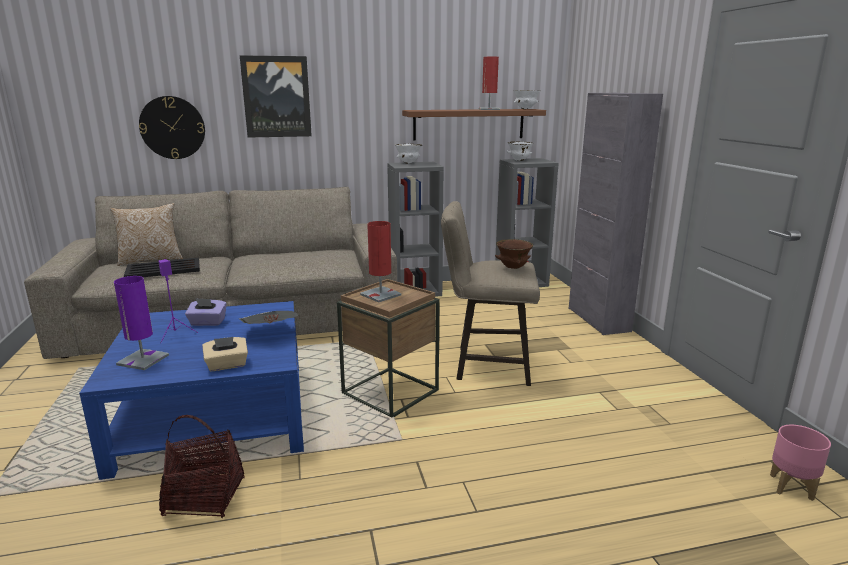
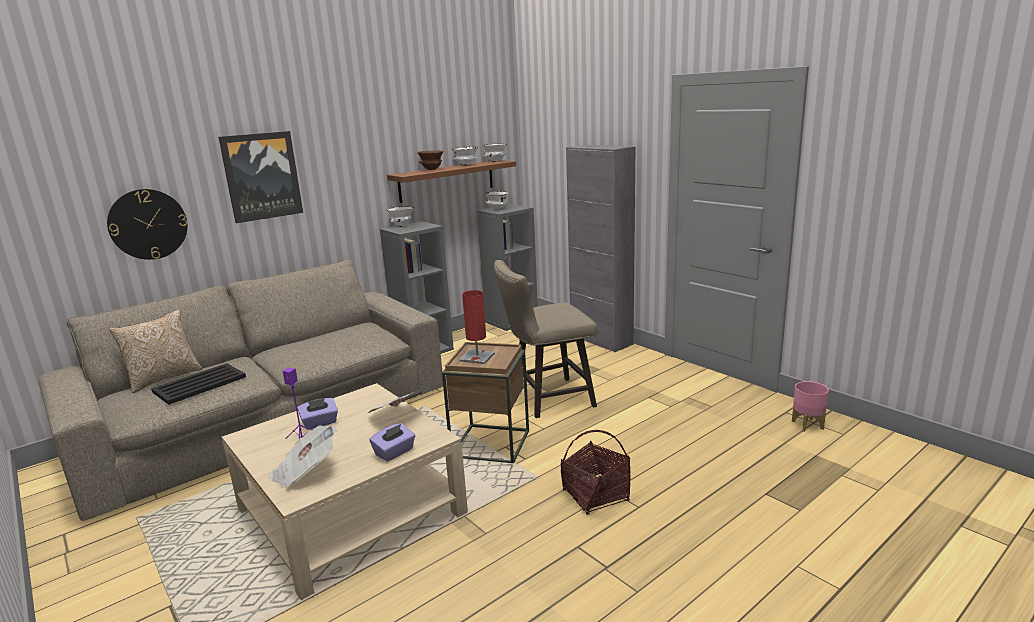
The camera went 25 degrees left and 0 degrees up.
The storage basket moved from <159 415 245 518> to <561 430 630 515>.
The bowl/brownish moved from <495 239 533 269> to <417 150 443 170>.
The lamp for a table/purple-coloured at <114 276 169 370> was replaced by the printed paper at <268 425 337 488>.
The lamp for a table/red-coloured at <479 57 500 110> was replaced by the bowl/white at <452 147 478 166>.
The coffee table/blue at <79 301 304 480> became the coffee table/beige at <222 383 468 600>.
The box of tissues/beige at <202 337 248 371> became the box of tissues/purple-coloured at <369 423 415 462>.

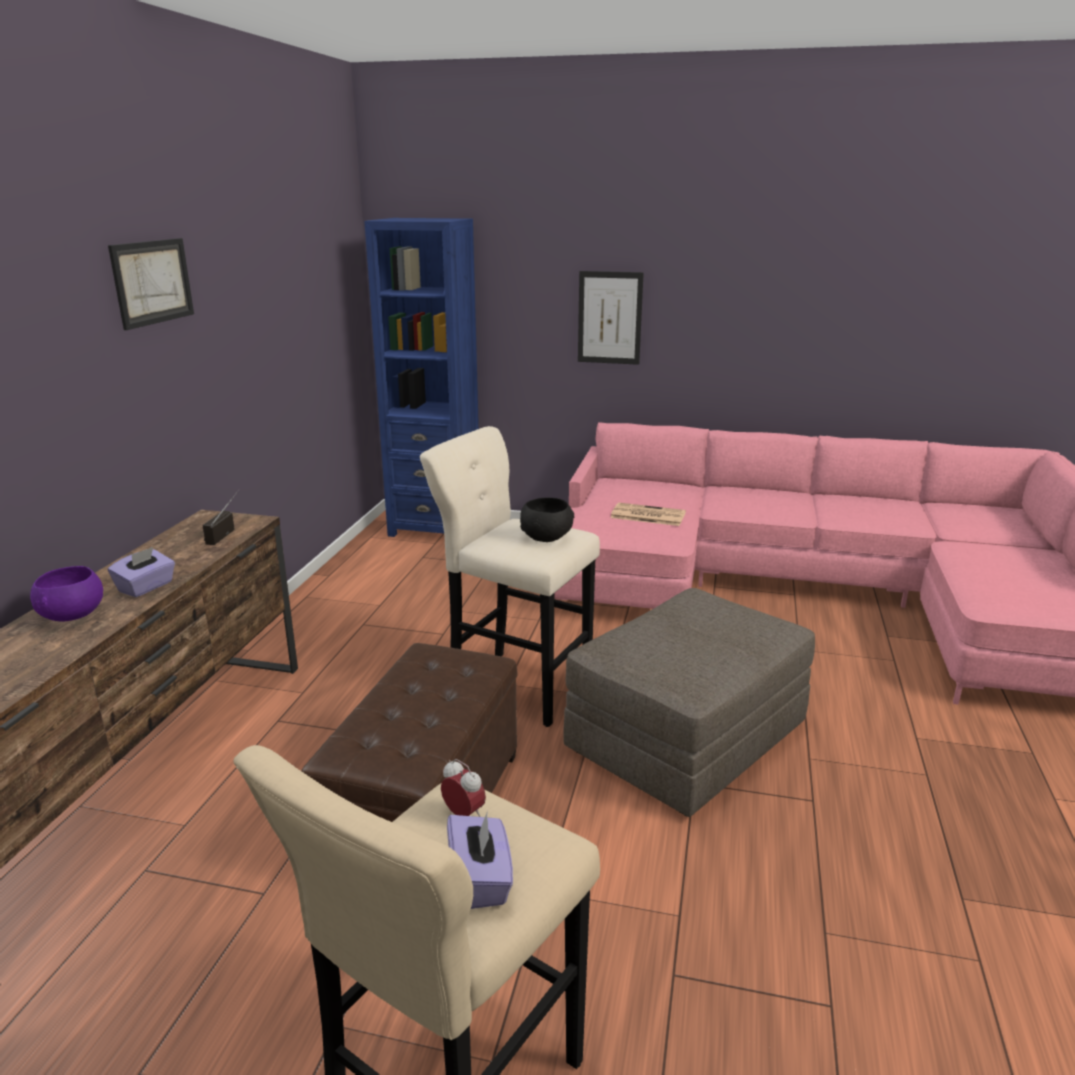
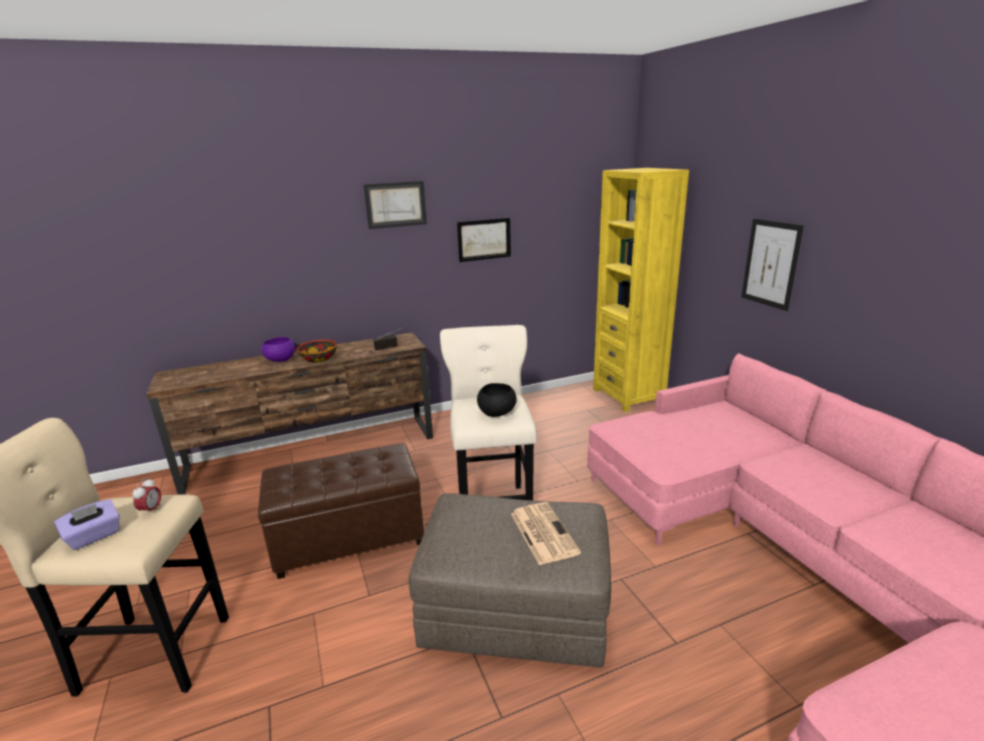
The camera went 55 degrees right and 0 degrees up.
The wall art at <457 218 511 262> appeared.
The printed paper moved from <610 503 686 526> to <511 502 581 565>.
The box of tissues/purple-coloured at <108 547 175 597> was replaced by the bowl at <297 340 337 363>.
The bookshelf/blue at <364 218 479 537> became the bookshelf/yellow at <593 168 689 412>.

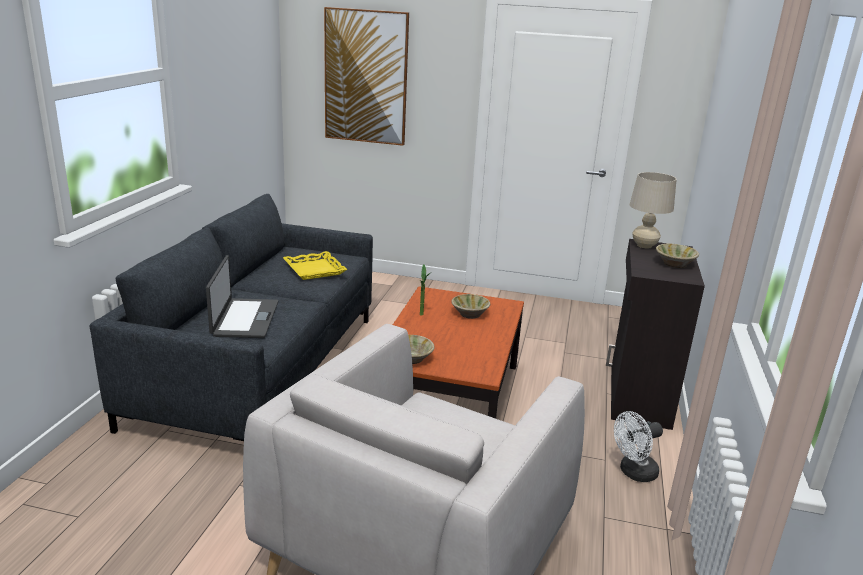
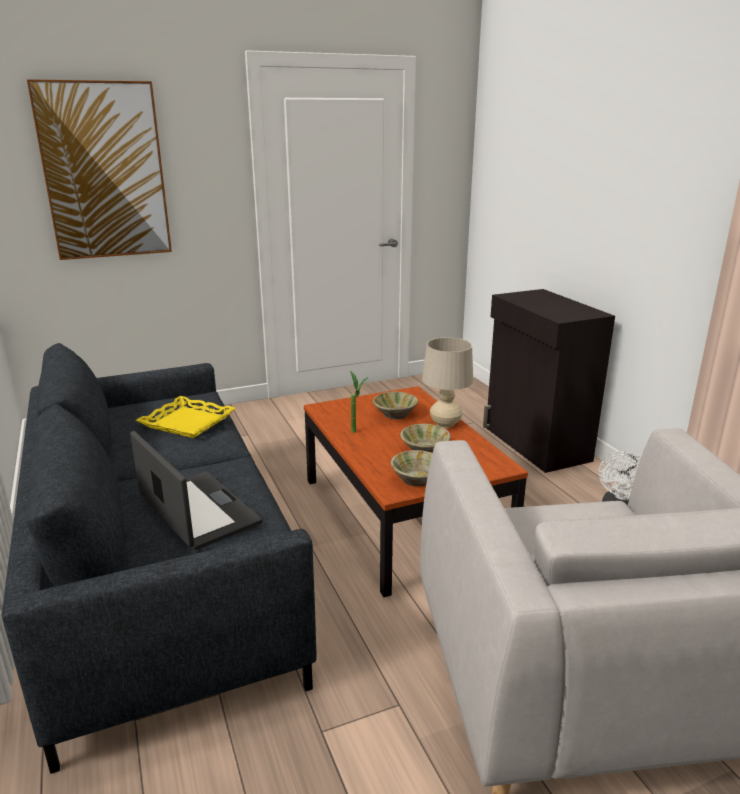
The camera went 35 degrees left and 0 degrees up.
The lamp for a table/beige moved from <630 172 677 249> to <422 337 473 428>.
The bowl/beige moved from <656 244 699 268> to <400 424 451 453>.

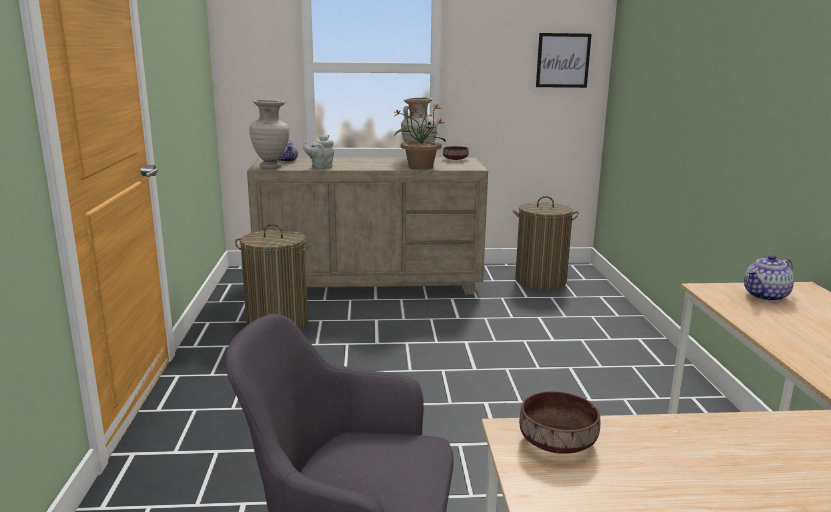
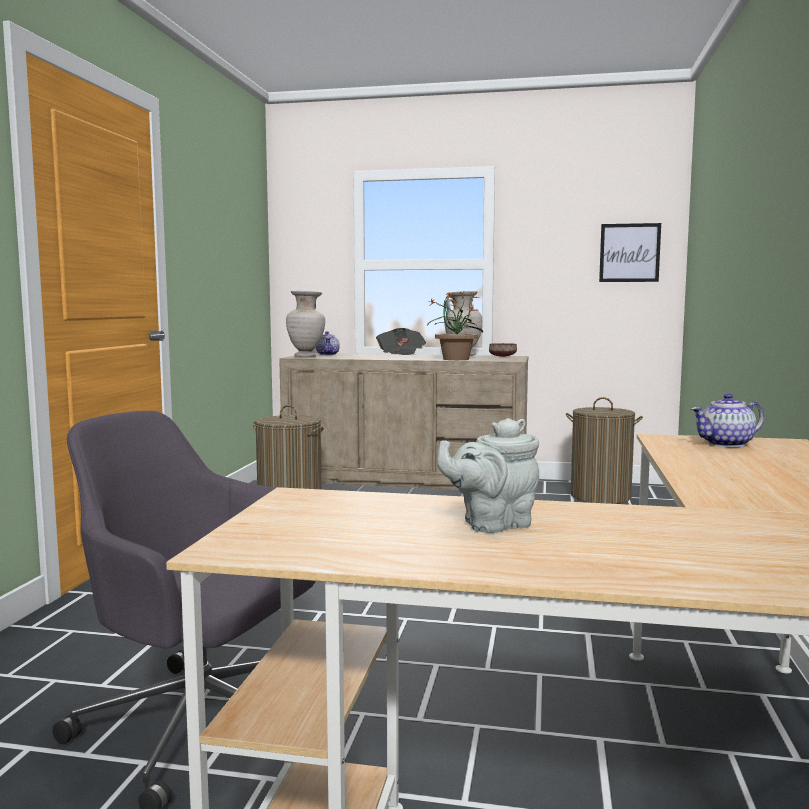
The camera went 15 degrees right and 10 degrees down.
The bowl/brownish at <519 391 600 454> disappeared.
The printed paper at <376 328 426 355> appeared.
The teapot/gray moved from <303 135 334 169> to <437 418 539 533>.

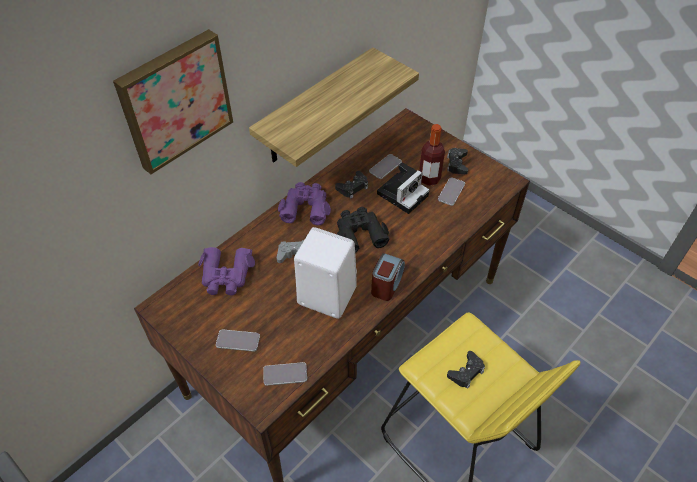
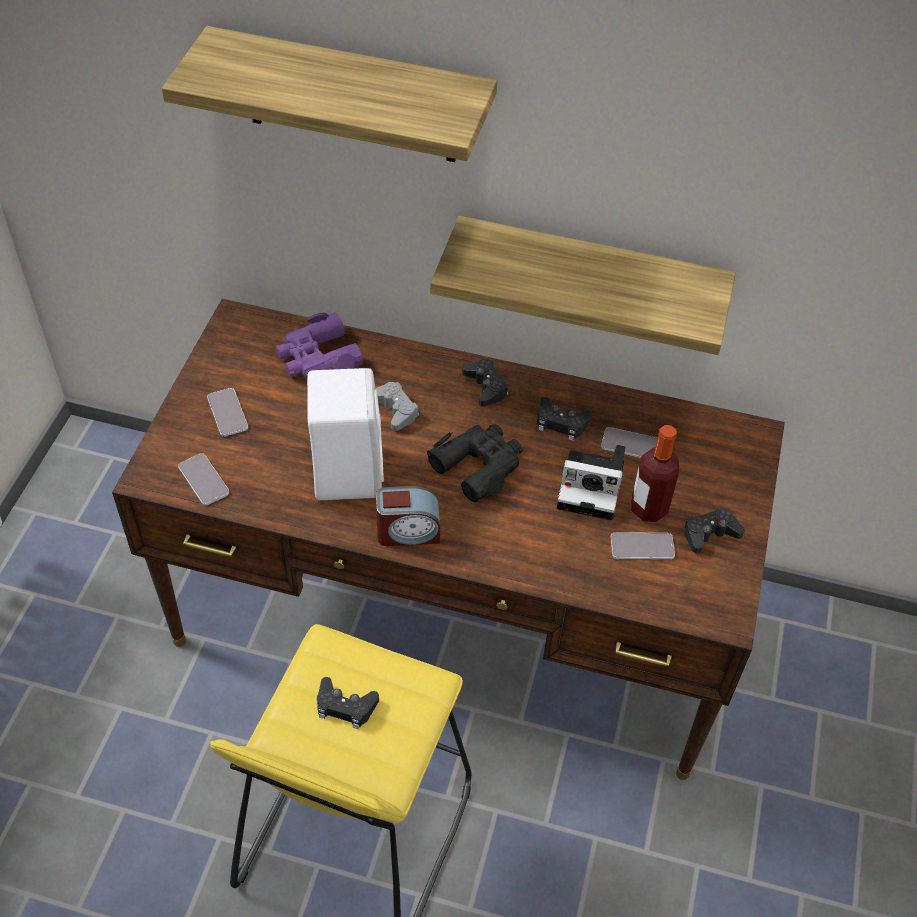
The camera went 60 degrees right and 0 degrees up.
The wall art at <113 29 233 174> was replaced by the bracket shelf at <162 26 497 162>.
The field glasses/purple-coloured at <278 182 331 225> was replaced by the gamepad/blackish at <462 359 508 407>.

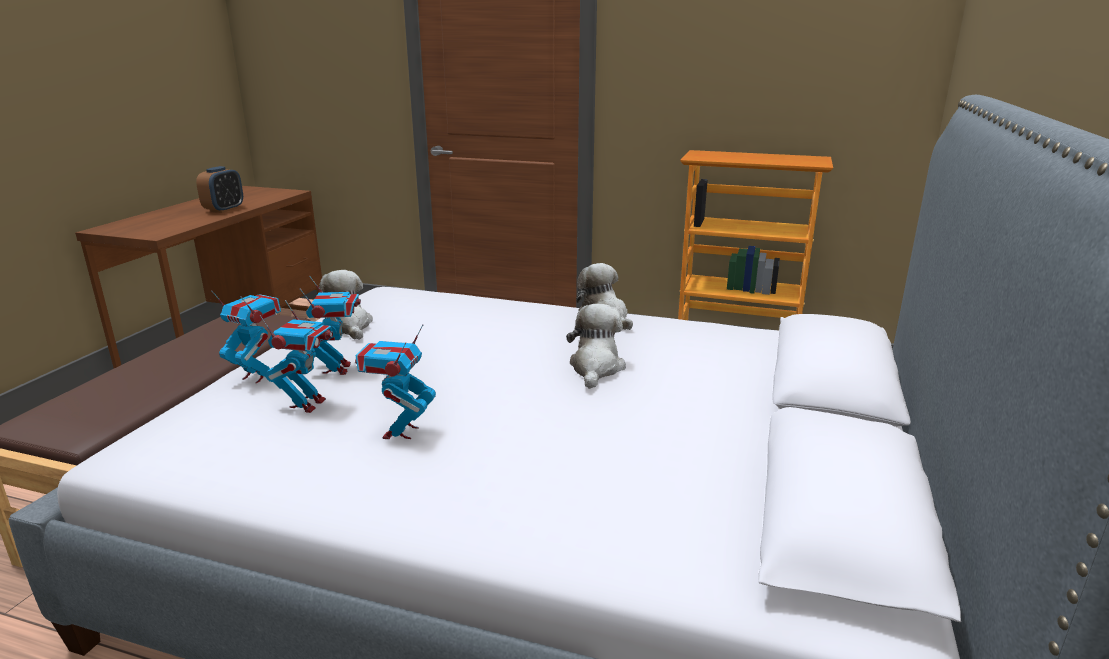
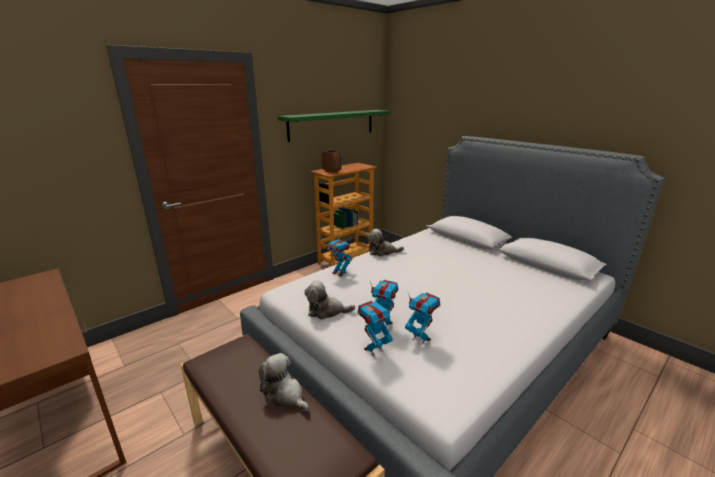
The camera went 60 degrees left and 0 degrees up.
The bracket shelf/green-coloured at <278 110 391 142> appeared.
The bedside clock moved from <196 166 243 213> to <321 149 341 173>.
The model robot moved from <355 324 436 439> to <326 232 352 277>.
The cuddly toy moved from <566 304 626 389> to <259 353 309 411>.

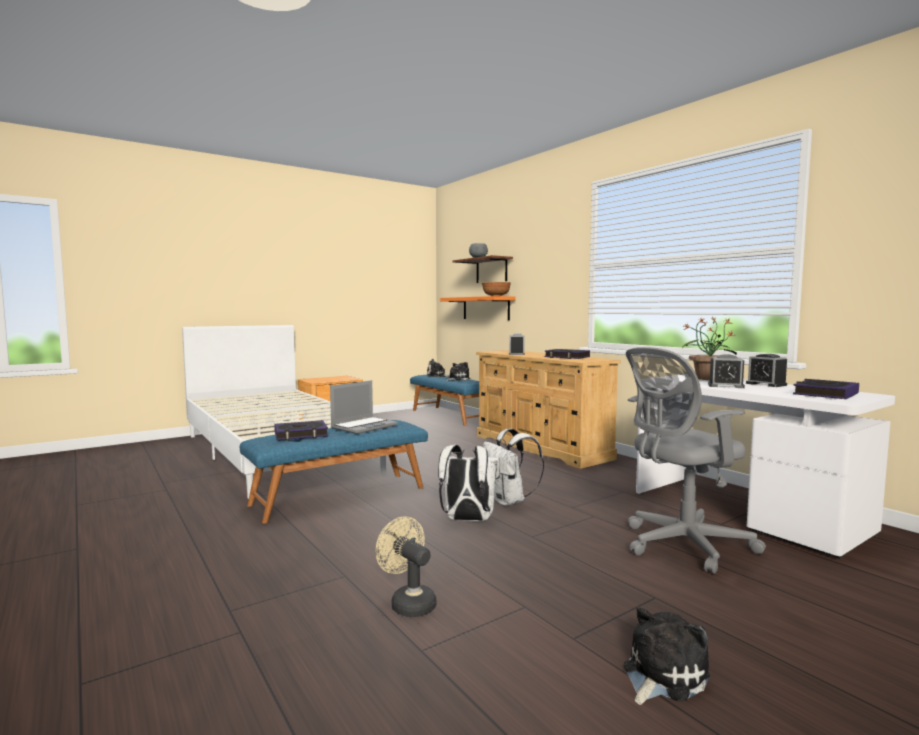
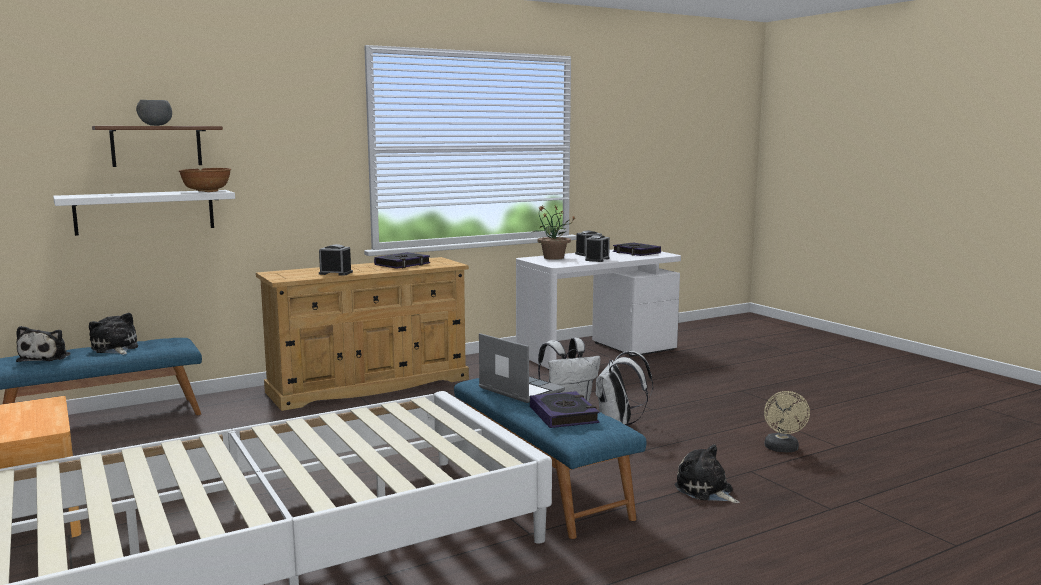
The camera went 85 degrees left and 5 degrees up.
The computer chair/gray at <626 347 766 574> disappeared.
The cuddly toy moved from <624 607 710 705> to <675 445 739 503>.
The bracket shelf/orange-coloured at <440 296 516 320> became the bracket shelf/white at <53 190 235 236>.
The fan/beige at <376 516 437 617> turned 45 degrees counterclockwise.

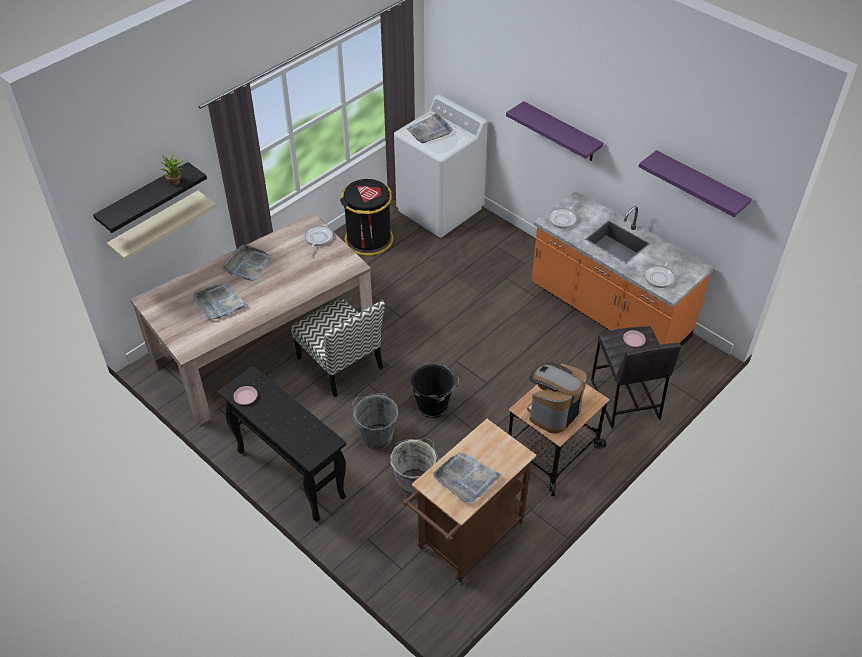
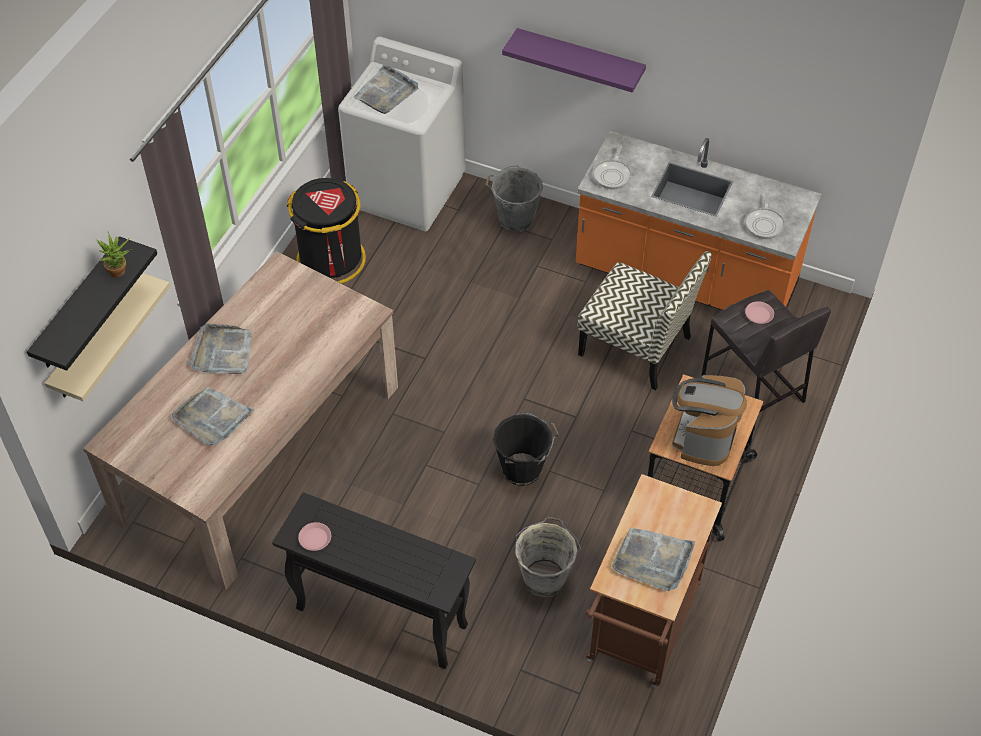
The camera went 20 degrees left and 5 degrees up.
The frying pan at <304 225 333 254> disappeared.
The bracket shelf/purple-coloured at <639 150 752 217> disappeared.
The chair moved from <291 298 385 397> to <578 251 711 390>.
The bucket/gray moved from <351 393 399 450> to <485 165 543 232>.

